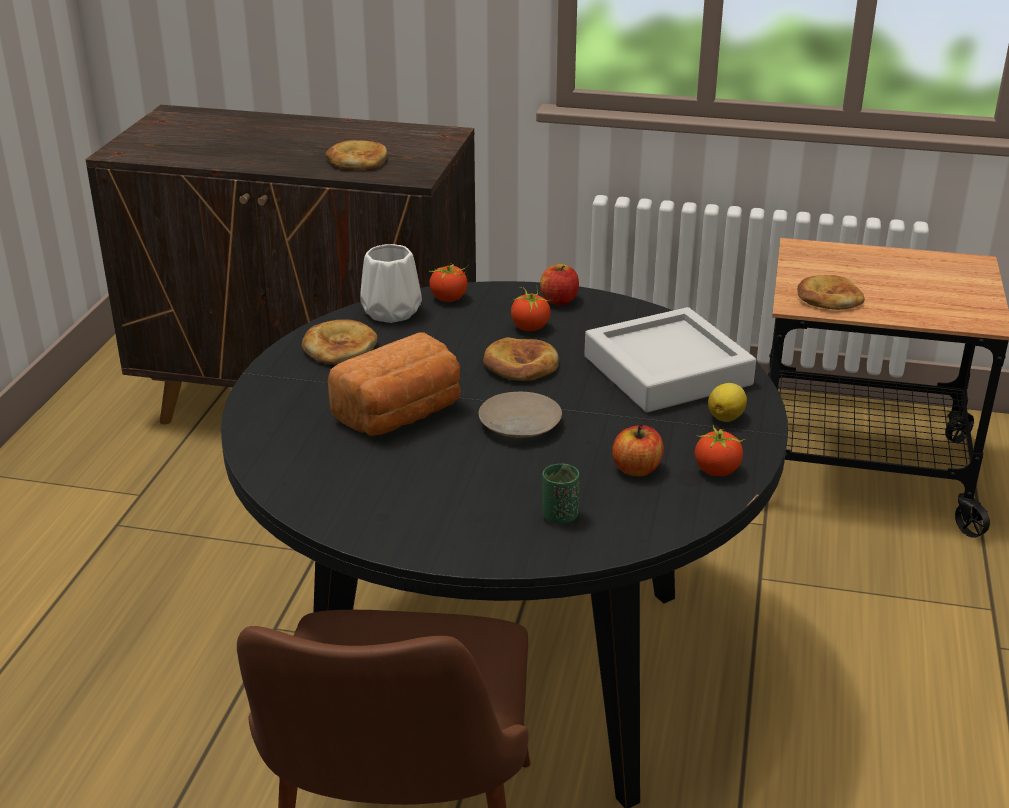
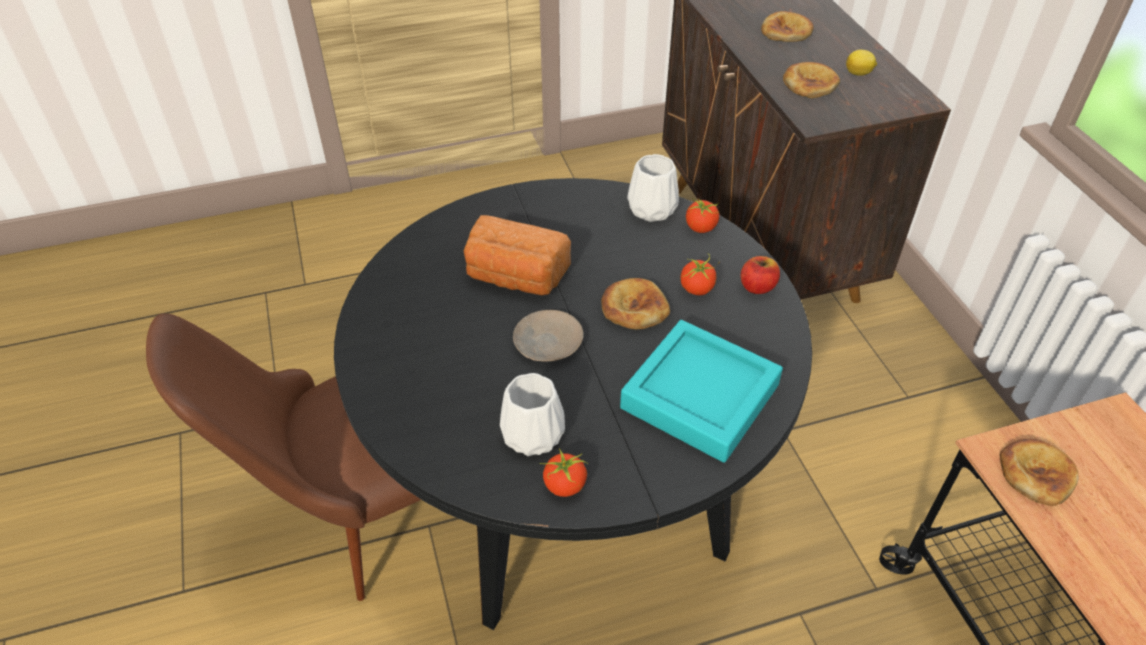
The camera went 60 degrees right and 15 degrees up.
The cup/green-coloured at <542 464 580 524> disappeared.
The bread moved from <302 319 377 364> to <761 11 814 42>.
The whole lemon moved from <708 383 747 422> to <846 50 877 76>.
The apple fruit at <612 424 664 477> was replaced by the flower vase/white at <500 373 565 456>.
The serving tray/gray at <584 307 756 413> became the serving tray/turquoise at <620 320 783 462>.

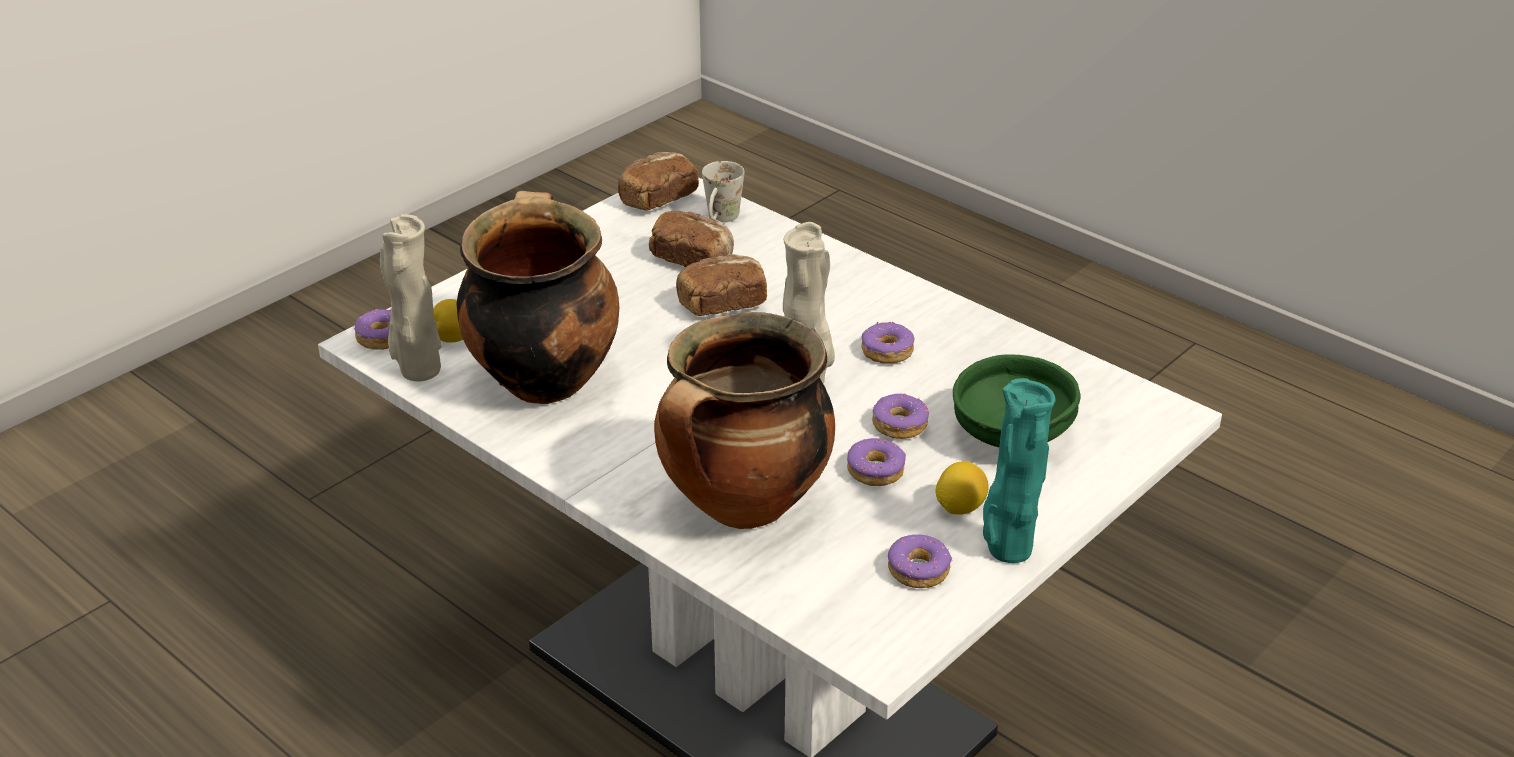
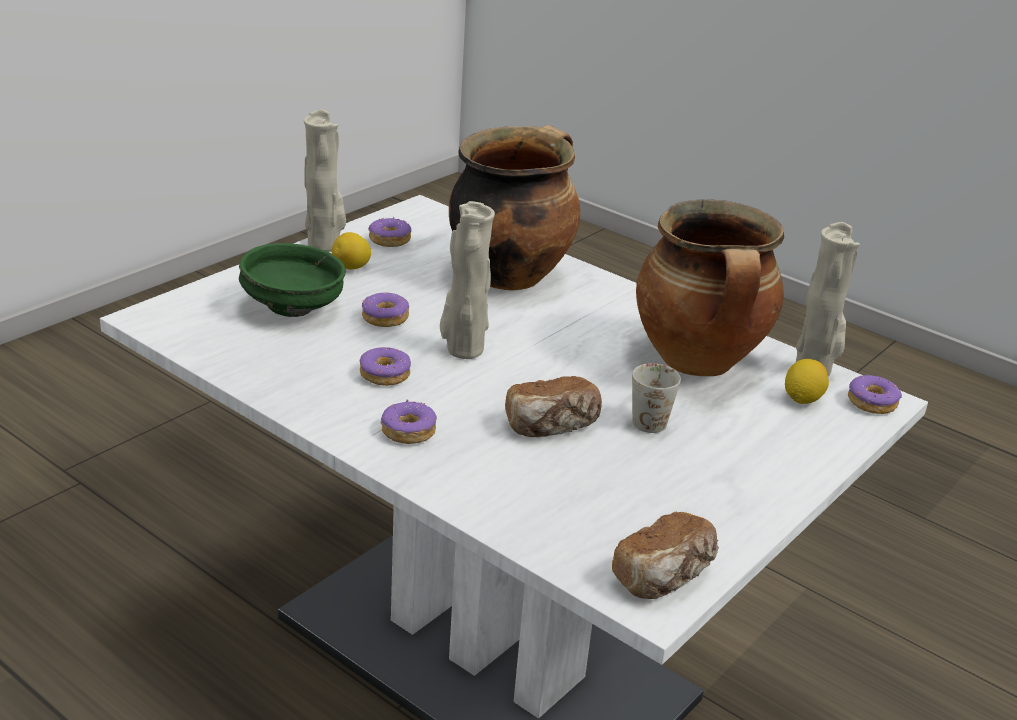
The camera went 175 degrees right and 5 degrees down.
The bread at <649 211 734 267> disappeared.
The tea mug/white moved from <702 161 744 222> to <632 363 681 433>.
The ring doughnut moved from <847 438 906 486> to <380 400 437 444>.
The flower vase/turquoise at <983 378 1055 563> became the flower vase/beige at <304 109 346 252>.

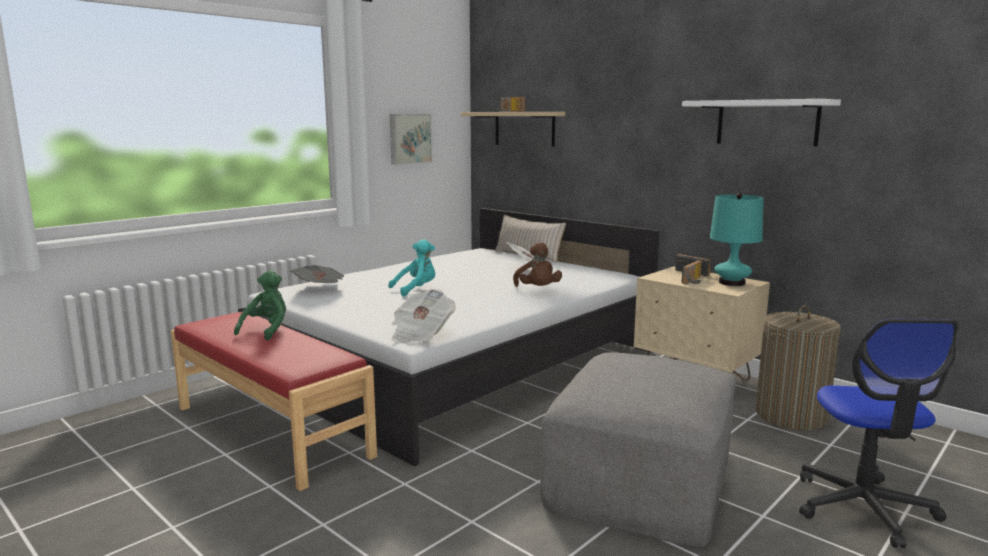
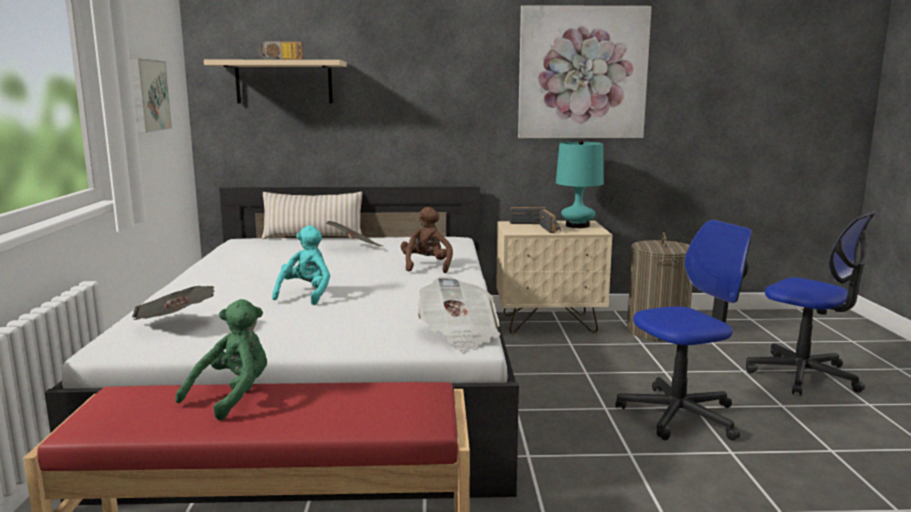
The camera went 45 degrees left and 0 degrees up.
The footrest/gray at <540 352 736 547> was replaced by the computer chair at <615 220 752 441>.
The bracket shelf/white at <682 99 841 146> was replaced by the wall art at <518 5 652 138>.
The cuddly toy/green-coloured at <234 270 286 340> turned 60 degrees clockwise.
The cuddly toy/brownish at <513 242 562 287> turned 120 degrees counterclockwise.

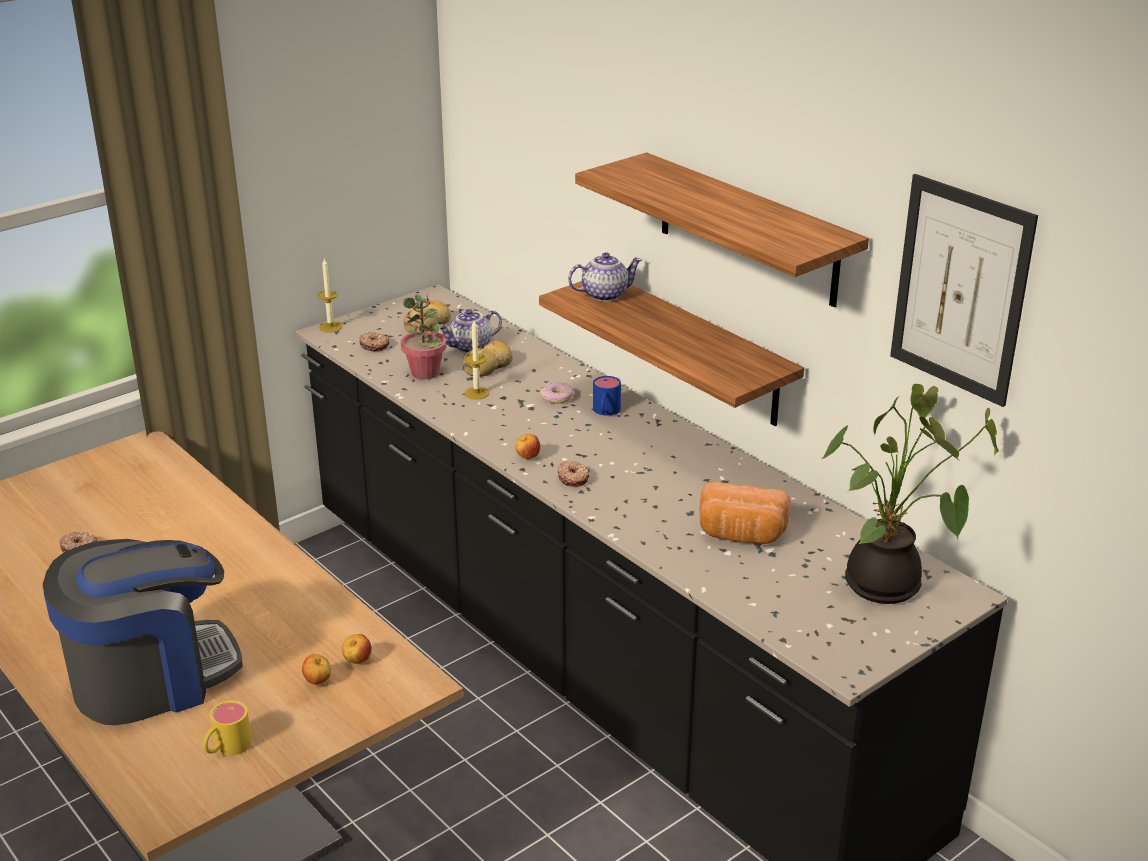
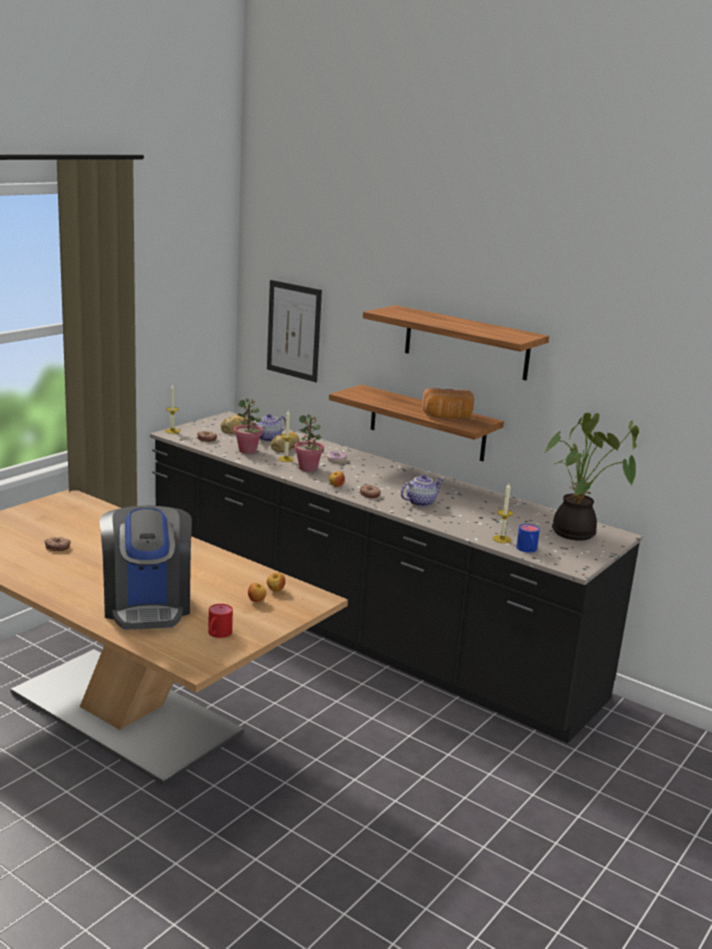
The camera went 15 degrees left and 10 degrees down.
The plant in a pot at <294 414 324 472> appeared.
The wax candle at <492 484 513 543> appeared.
The teapot moved from <568 252 642 302> to <401 474 443 507>.
The tea mug/blue moved from <593 376 621 416> to <516 524 540 553>.
The bread moved from <699 482 791 544> to <422 388 474 418>.
The wall art moved from <890 174 1038 407> to <267 280 322 382>.
The tea mug/yellow at <203 700 252 756> became the tea mug/red-coloured at <208 604 233 638>.
The coffee maker at <43 539 243 725> turned 120 degrees clockwise.

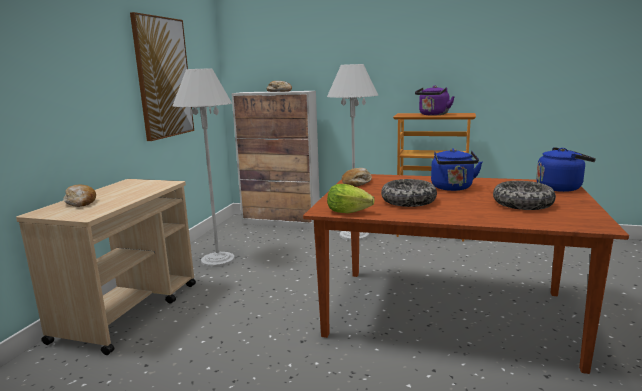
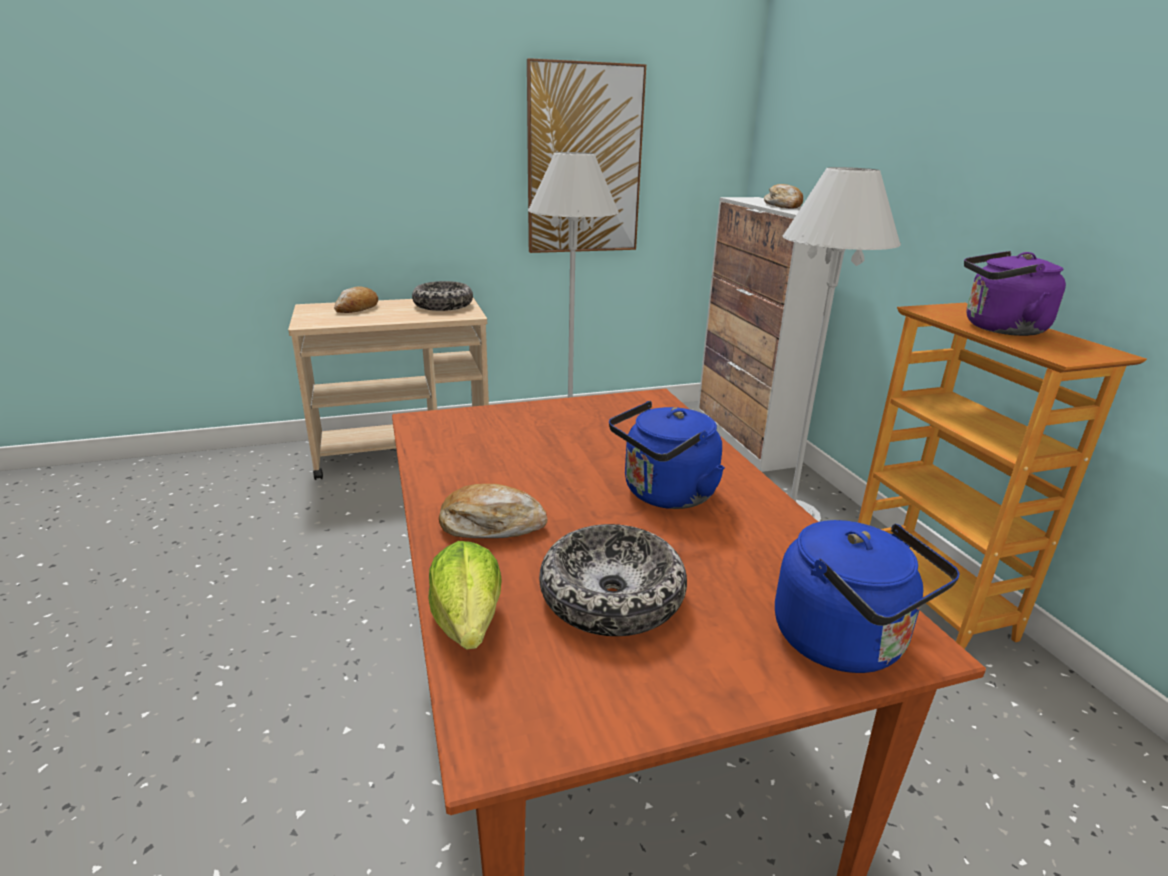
The camera went 55 degrees right and 10 degrees up.
The lettuce moved from <327 184 374 213> to <429 541 502 650>.
The bread moved from <342 168 372 186> to <439 484 547 538>.
The bowl moved from <381 179 437 207> to <412 281 473 311>.

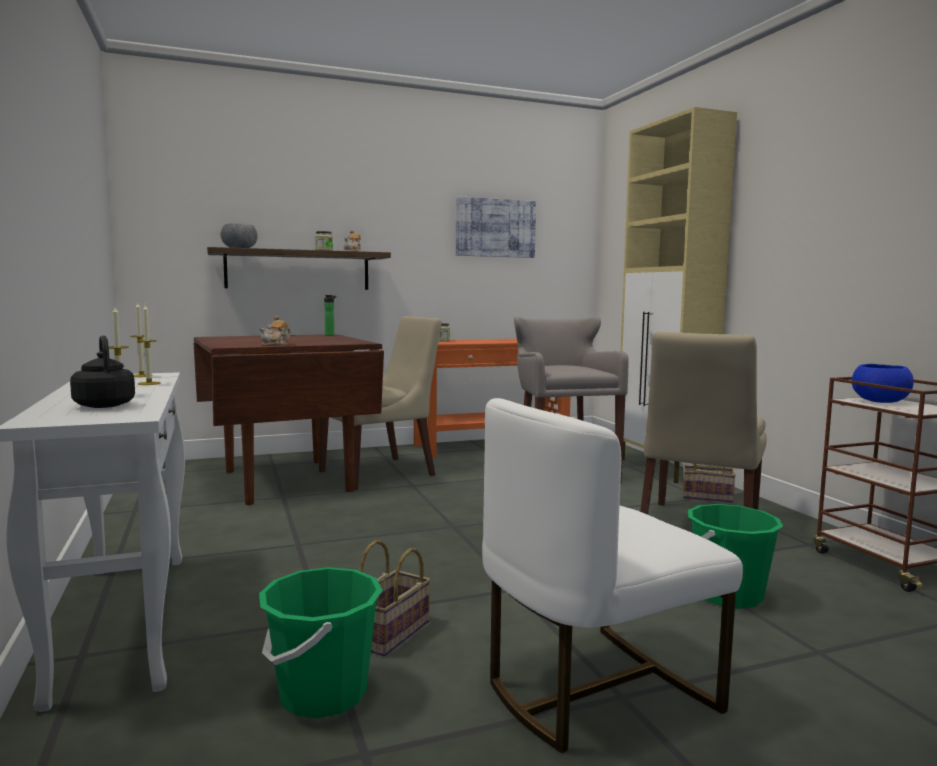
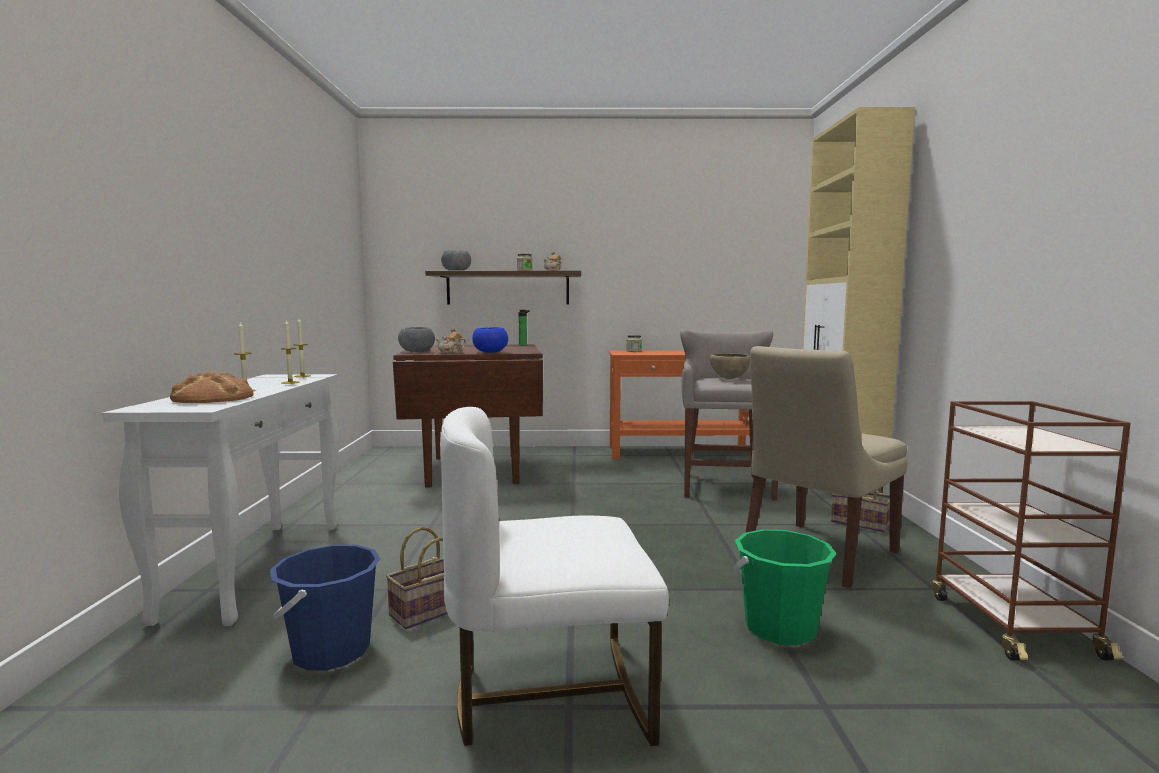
The camera went 20 degrees right and 0 degrees up.
The chair/beige at <319 316 442 490> disappeared.
The wall art at <456 196 536 258> disappeared.
The bowl/gray at <398 327 435 352> appeared.
The bowl/brownish at <710 353 750 379> appeared.
The bowl/blue moved from <852 364 914 403> to <472 327 508 352>.
The kettle/blackish at <70 335 135 408> was replaced by the bread at <170 371 253 403>.
The bucket/green-coloured at <259 567 383 718> became the bucket/blue at <270 545 380 670>.

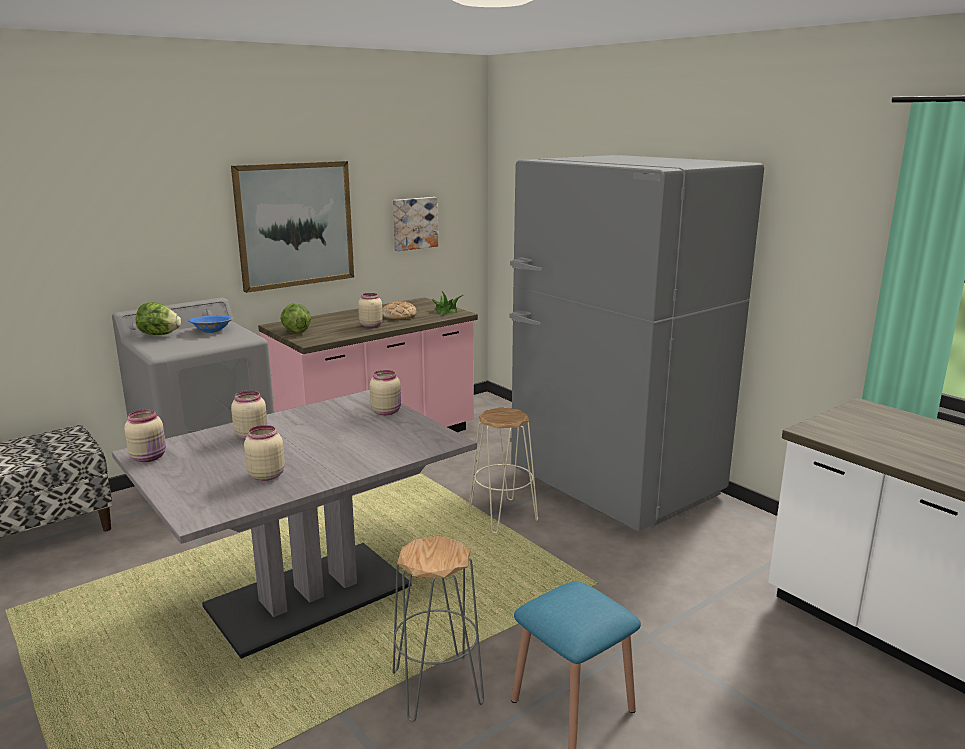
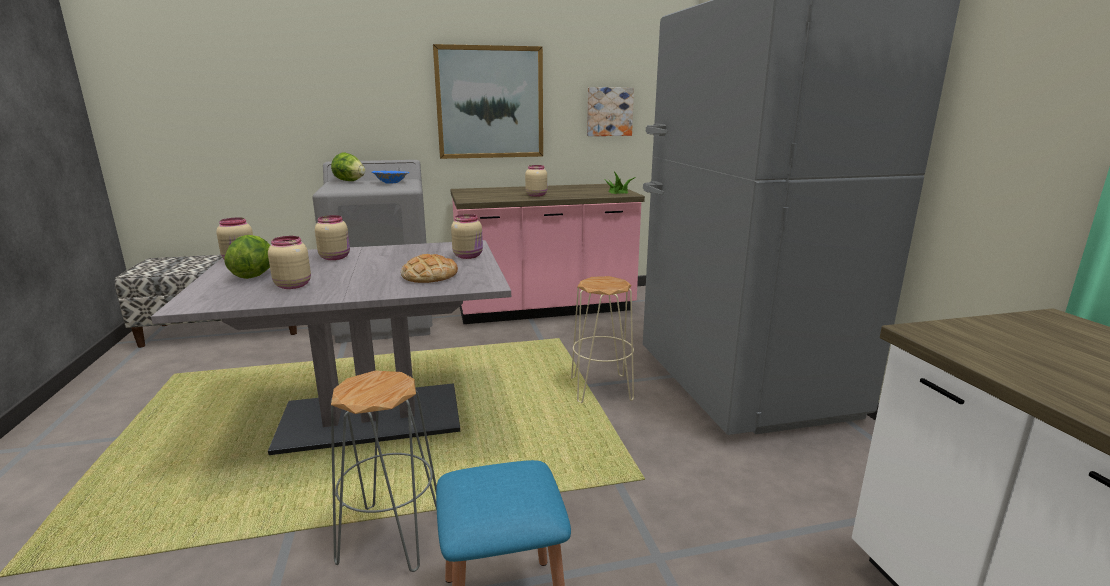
The camera went 25 degrees right and 0 degrees up.
The lettuce moved from <280 303 311 333> to <224 235 271 279>.
The bread moved from <382 301 417 320> to <401 254 458 283>.

